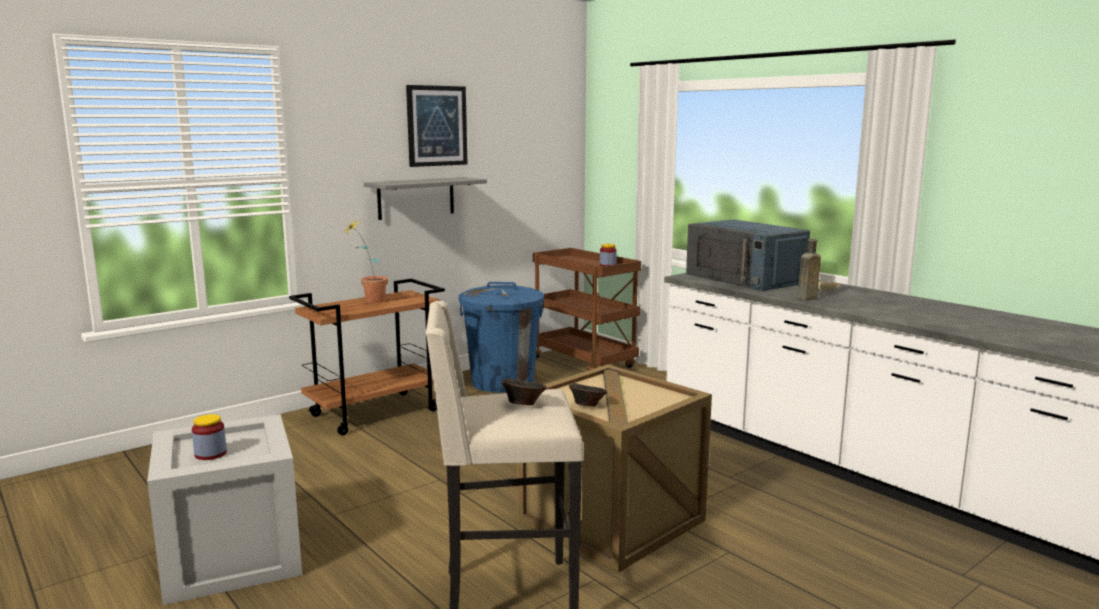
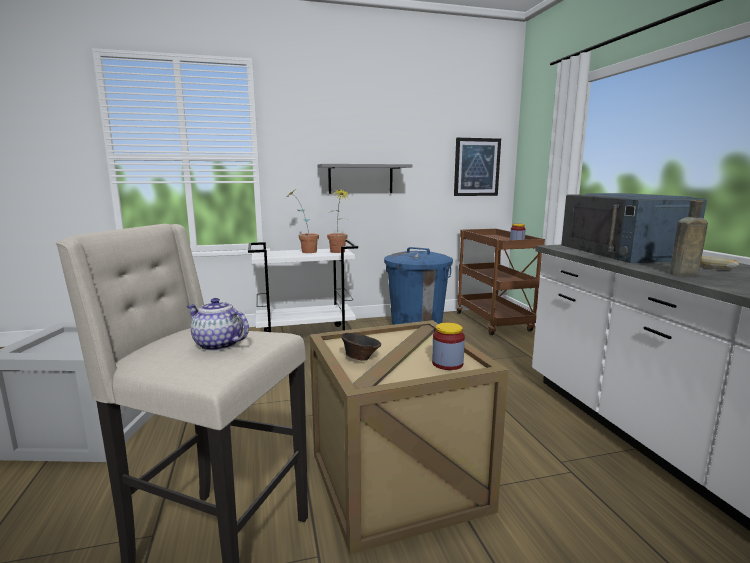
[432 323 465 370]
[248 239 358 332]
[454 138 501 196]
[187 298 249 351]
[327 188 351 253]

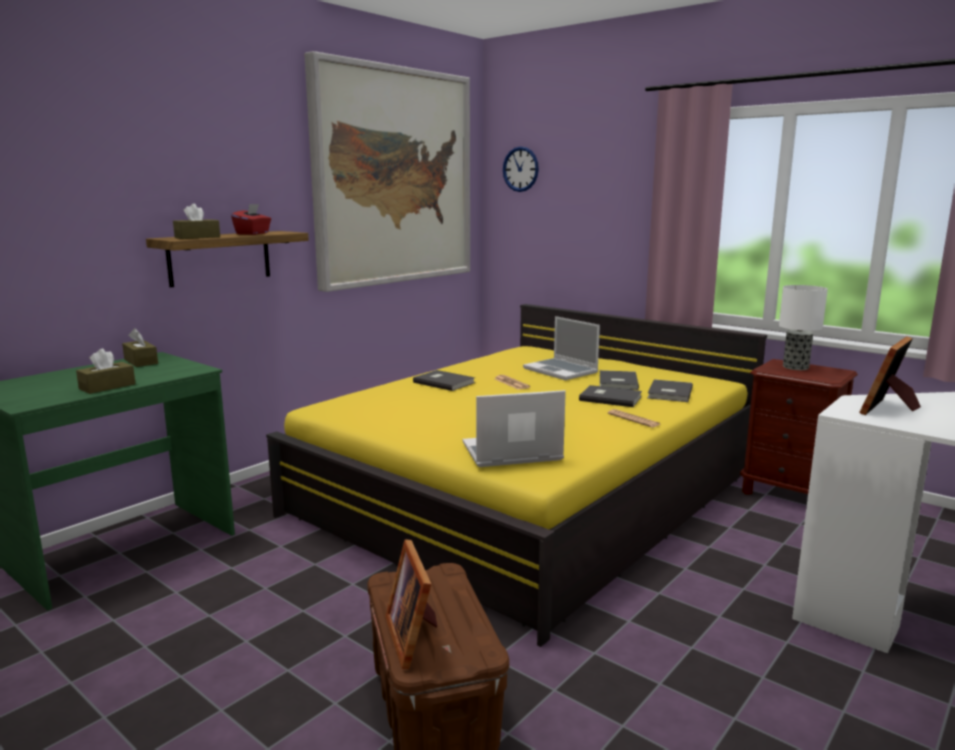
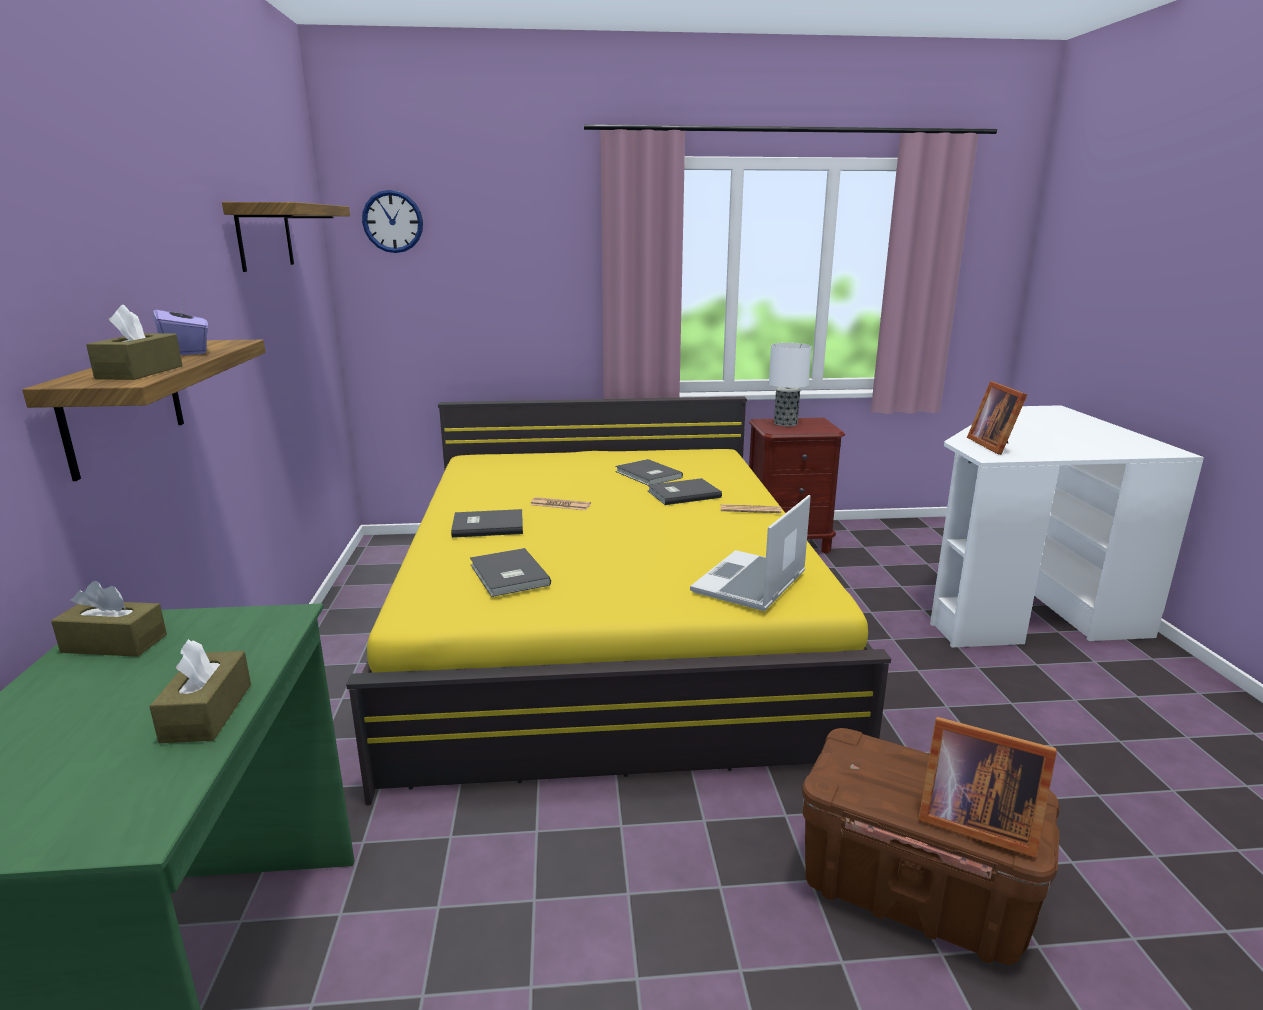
[153 296 208 355]
[222 202 350 272]
[523 316 600 380] (first image)
[470 548 551 597]

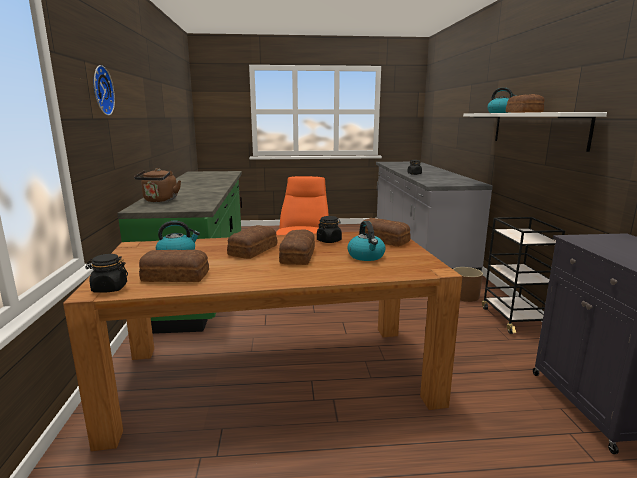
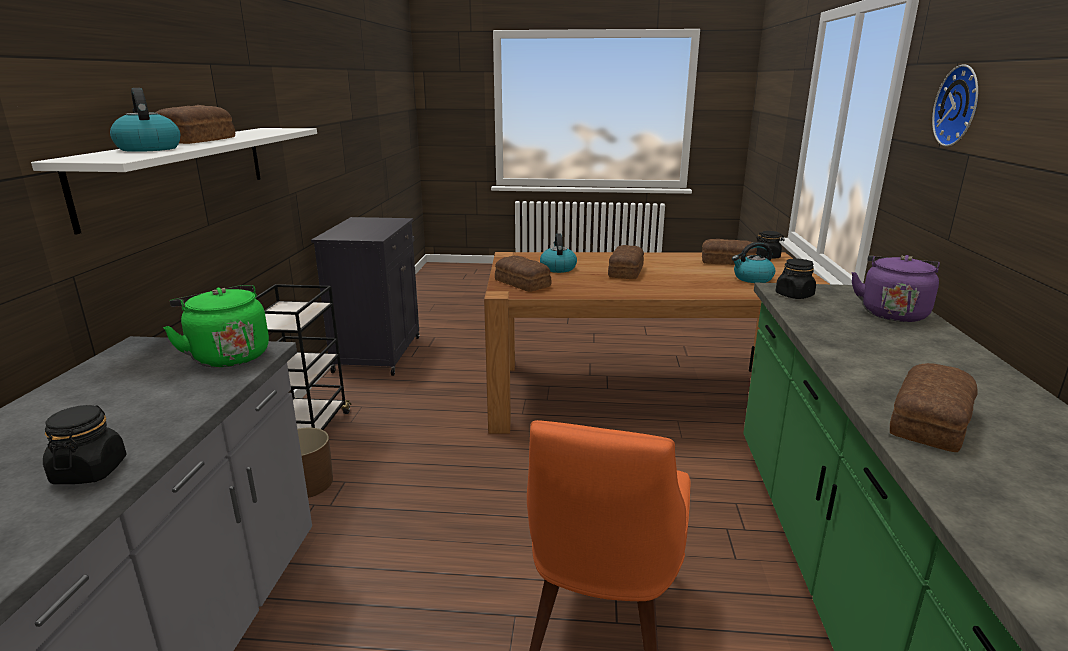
[851 255 939 322]
[890 363 978 452]
[776 259 816 299]
[163 285 269 368]

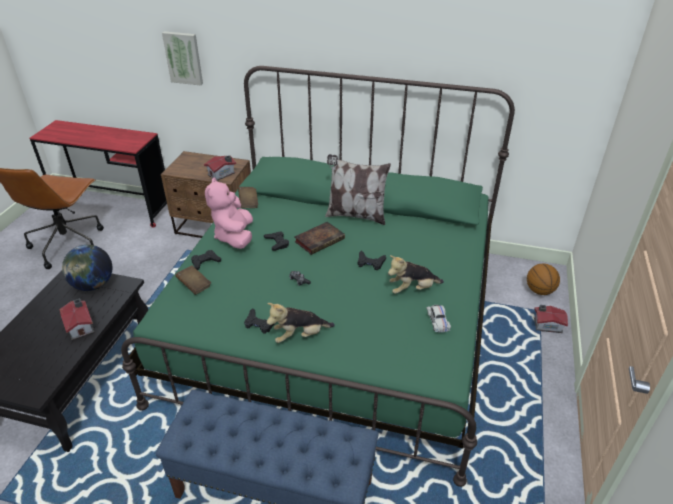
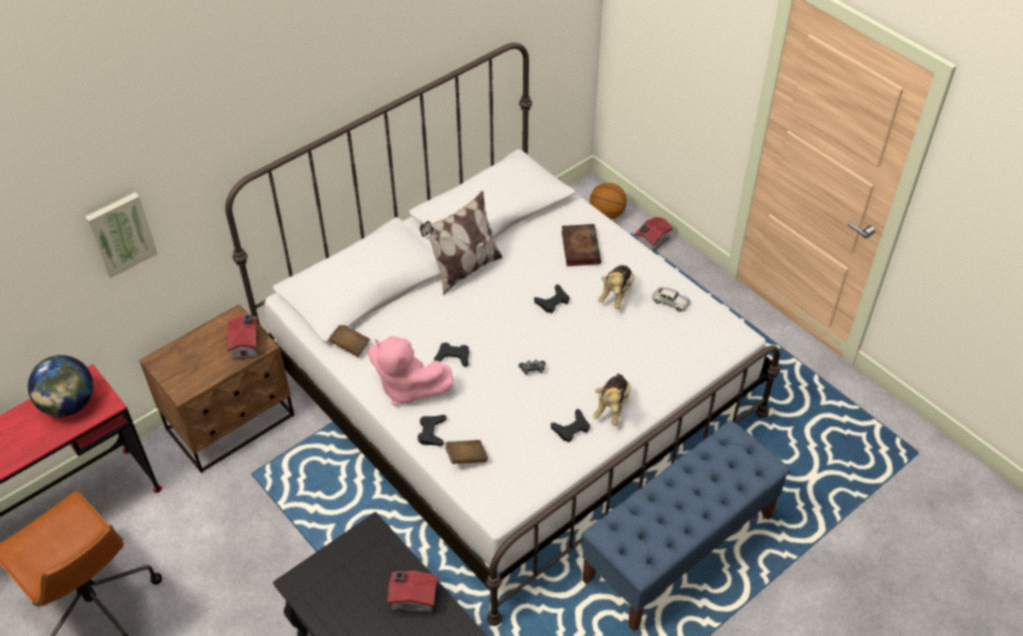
[28 355 93 417]
[225 43 780 626]
[562 224 601 266]

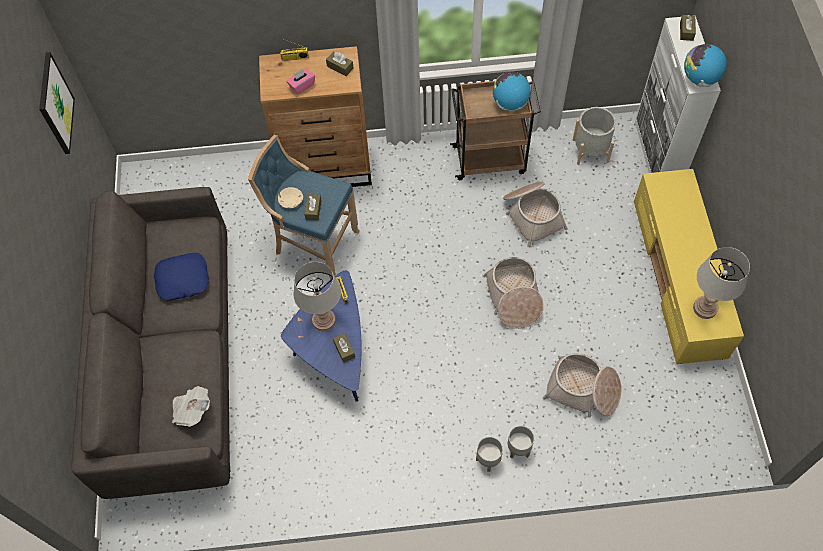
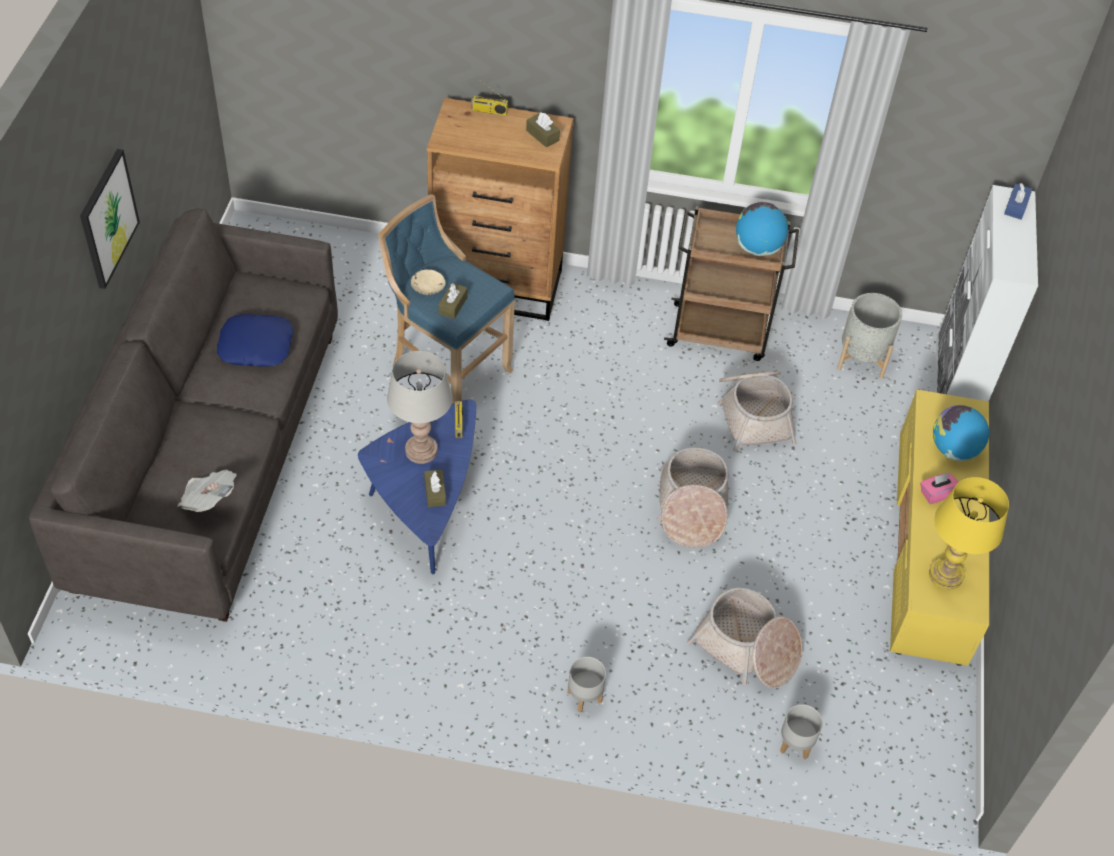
[80 149 140 289]
[920 473 959 504]
[780 704 823 759]
[1004 183 1032 220]
[933 405 989 461]
[929 477 1009 590]

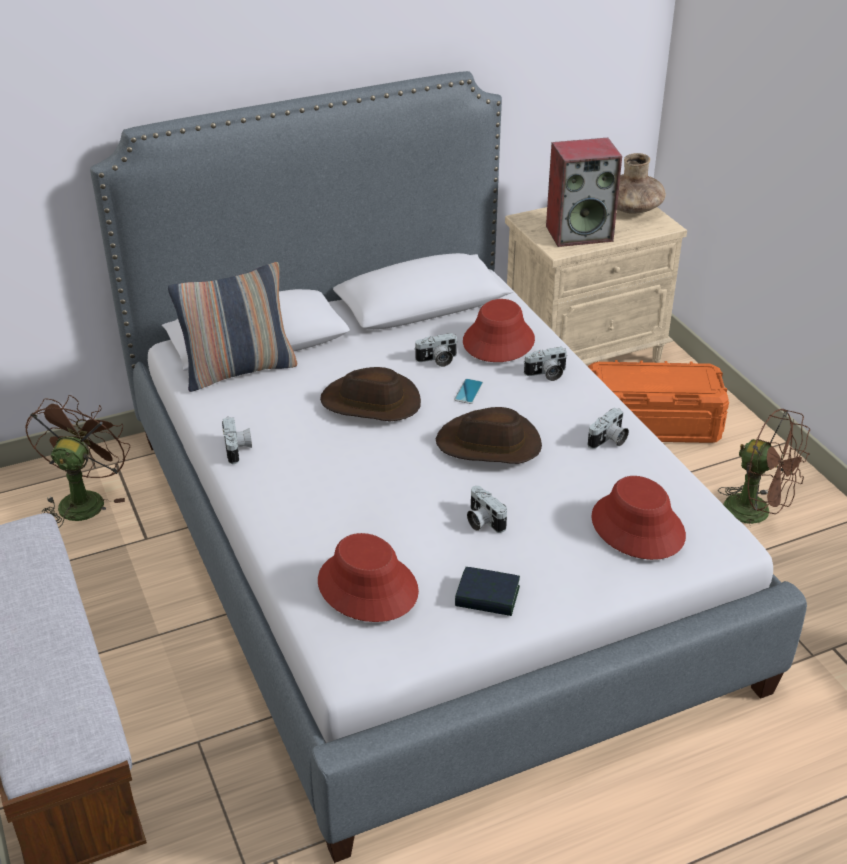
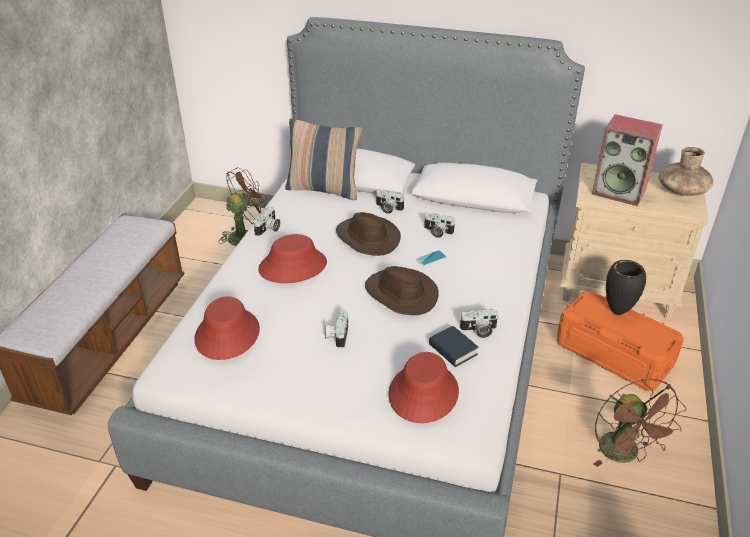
[429 326 479 367]
[258 234 327 283]
[376 190 405 214]
[606 260 646 315]

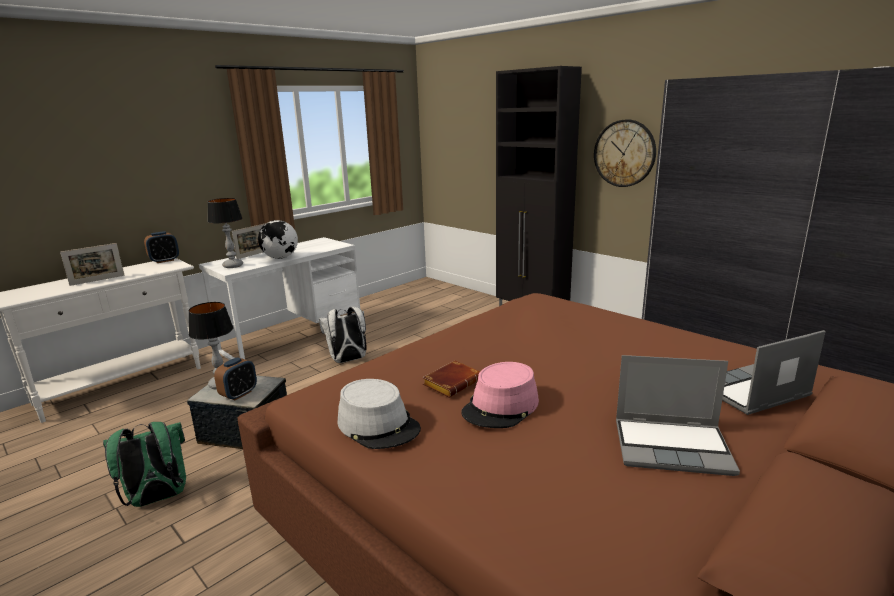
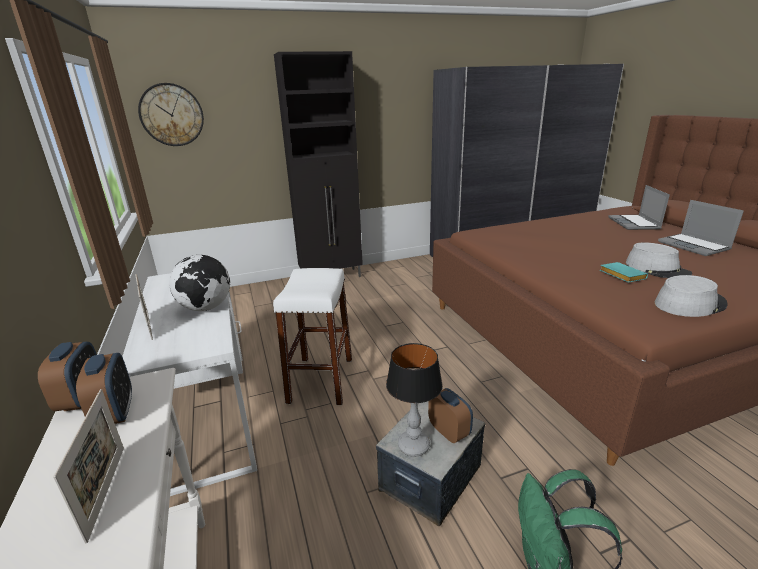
[207 198 243 268] (first image)
[273 268 352 405]
[600 262 648 283]
[626 243 692 278]
[138 83 204 146]
[658 200 744 256]
[76 353 132 424]

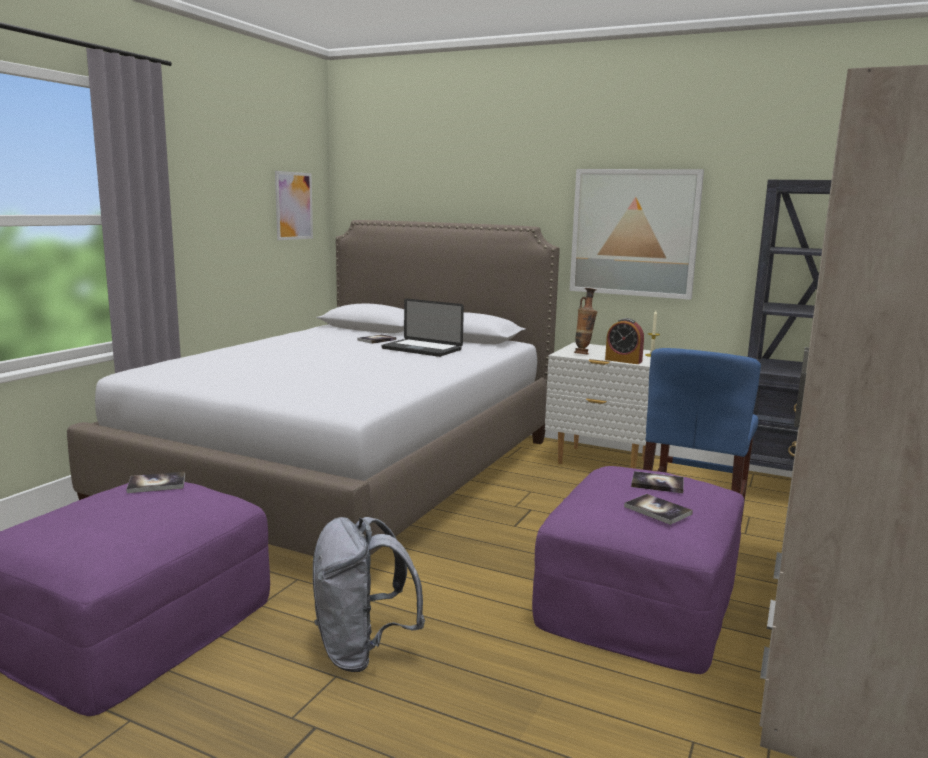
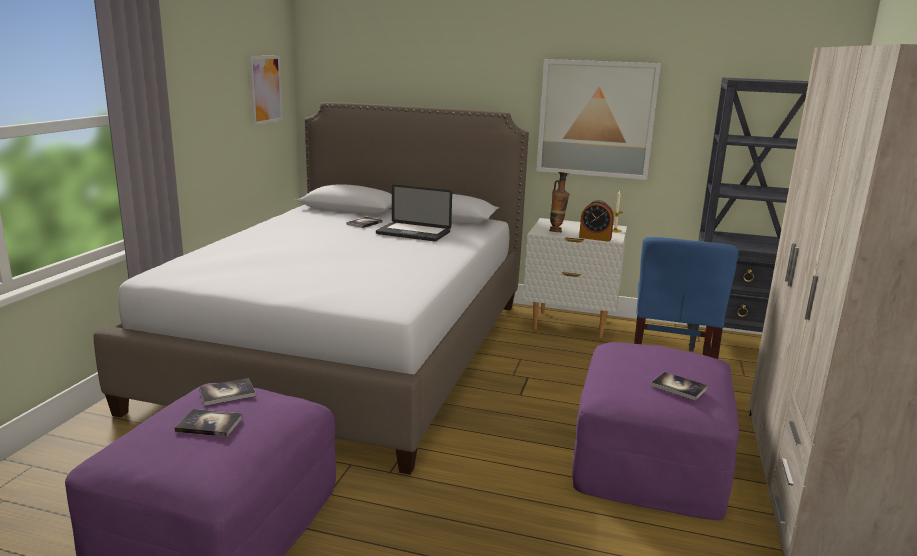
[313 517 425 672] (first image)
[174 409 243 437]

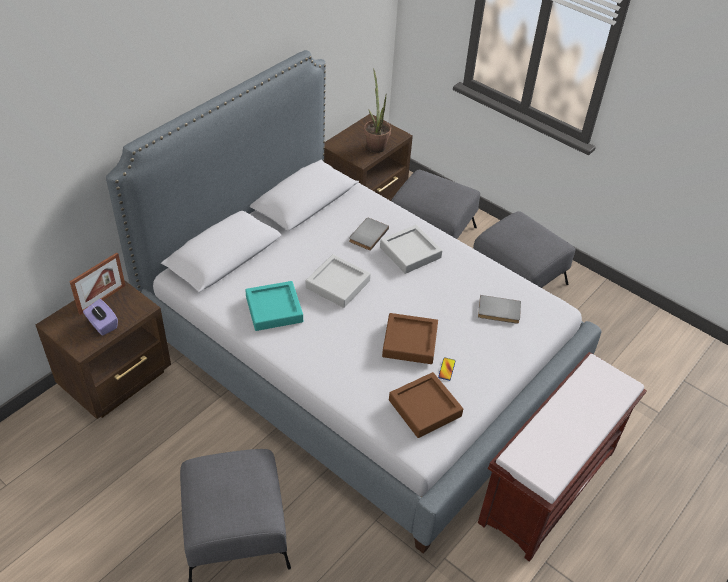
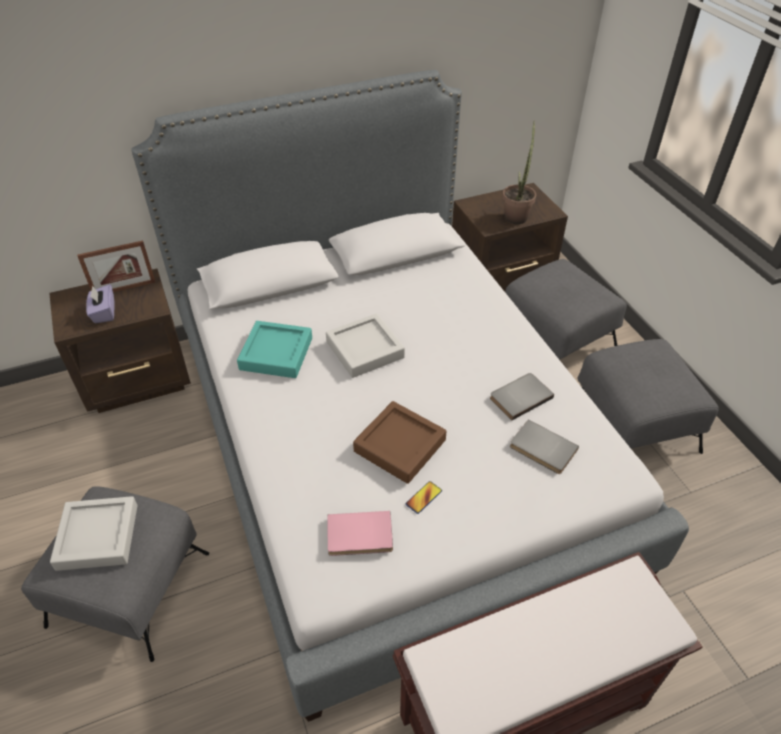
[490 373 554 420]
[50 496 137 571]
[327 511 393 556]

